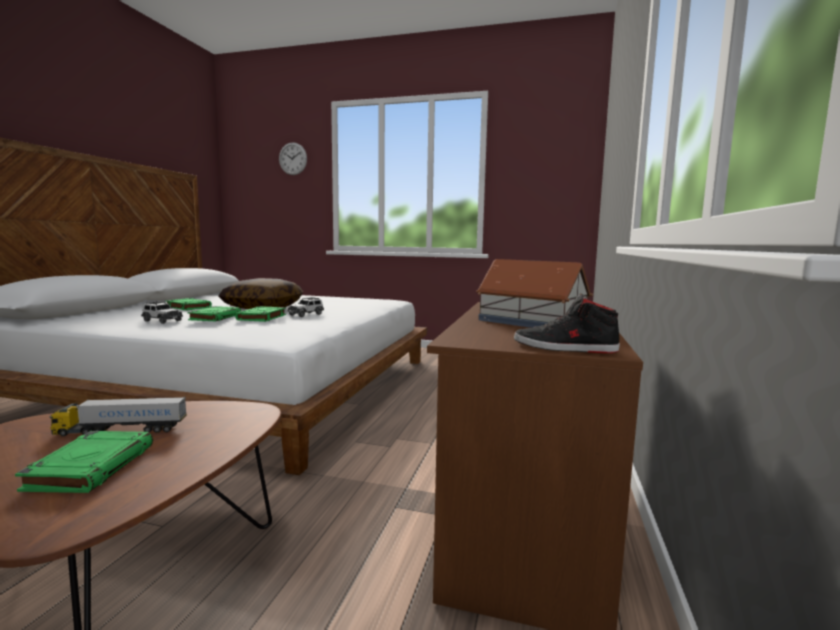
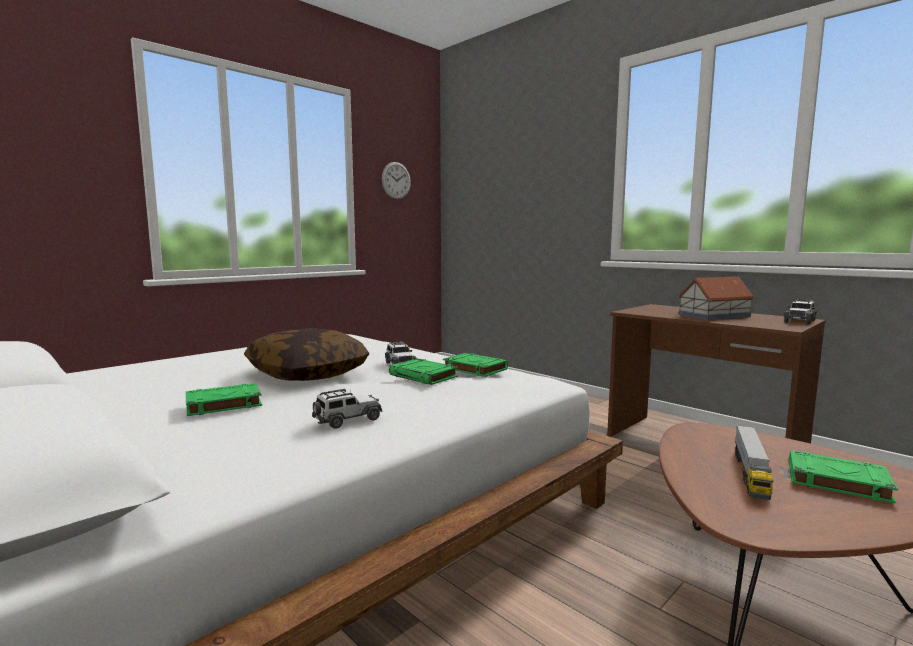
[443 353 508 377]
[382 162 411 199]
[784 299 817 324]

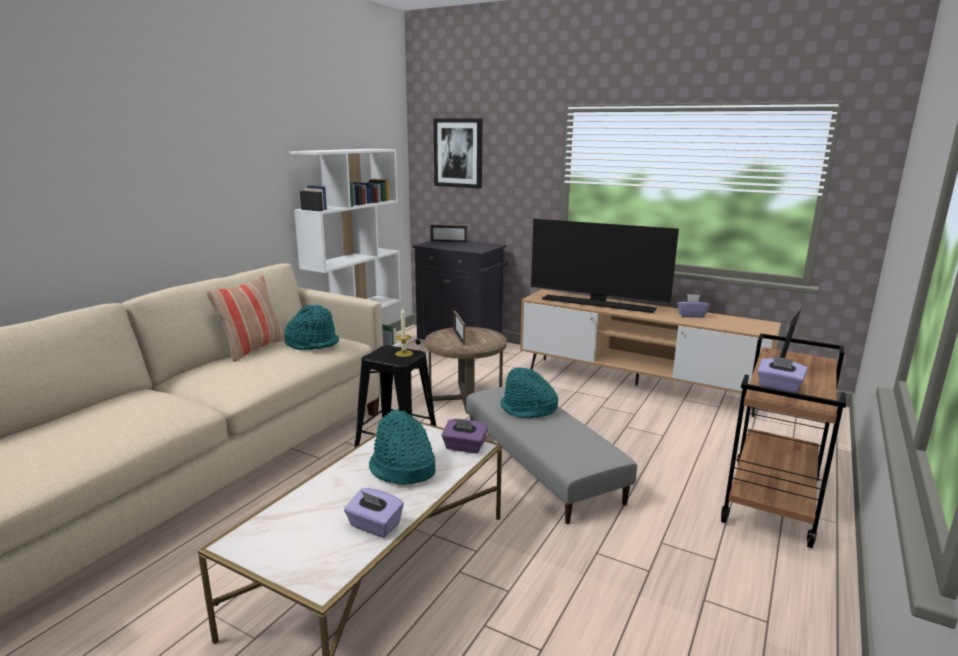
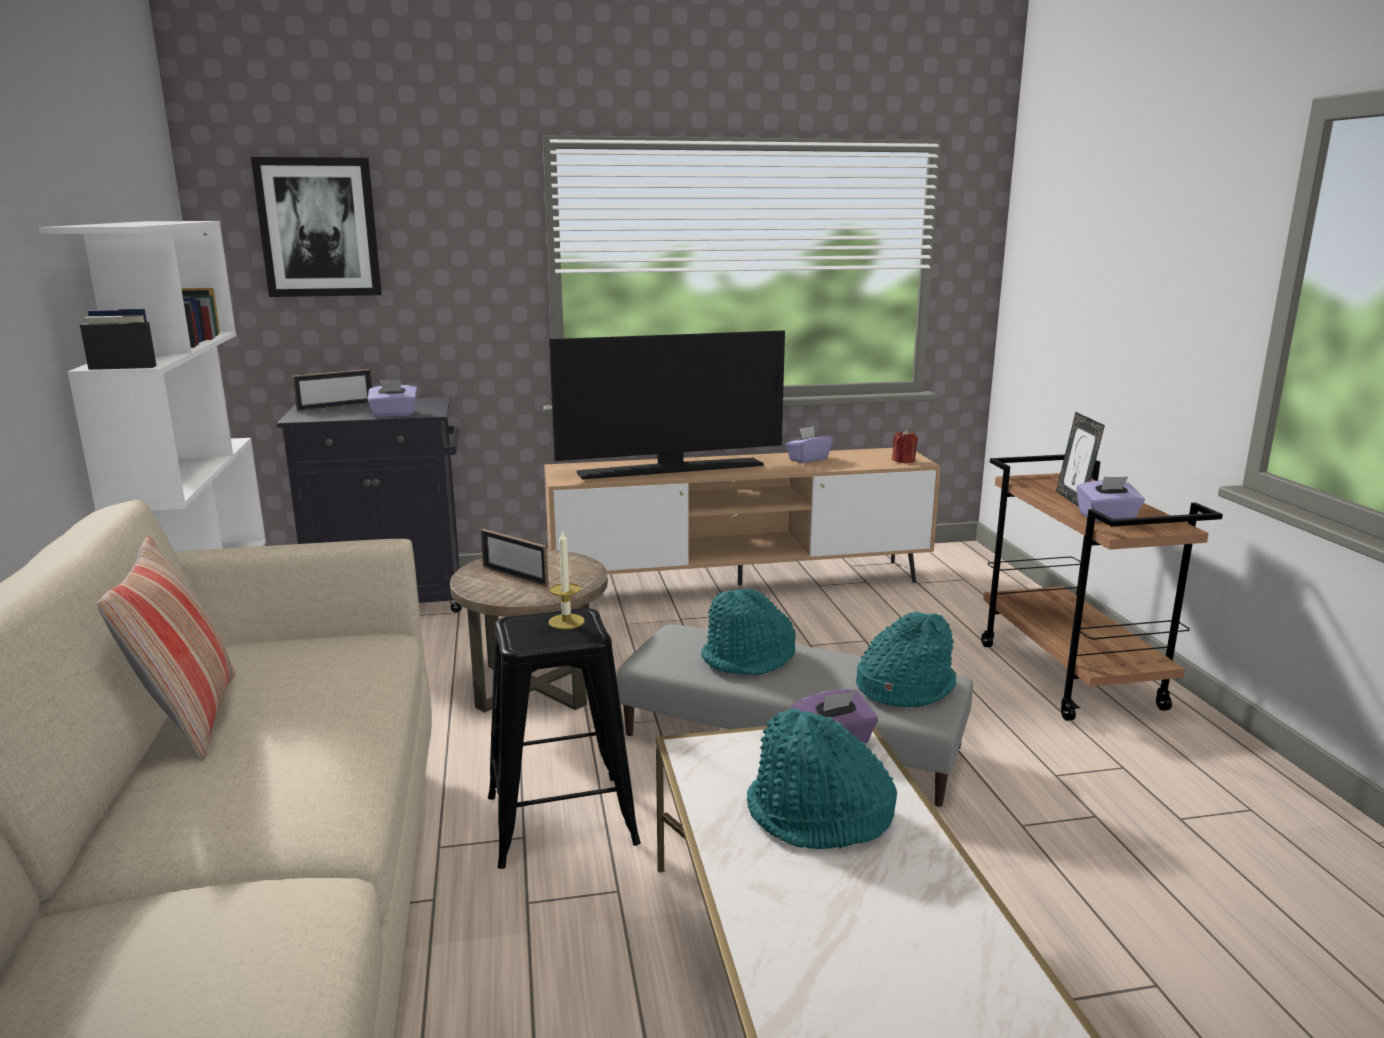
[856 611 956 707]
[367 379 417 417]
[892 429 918 463]

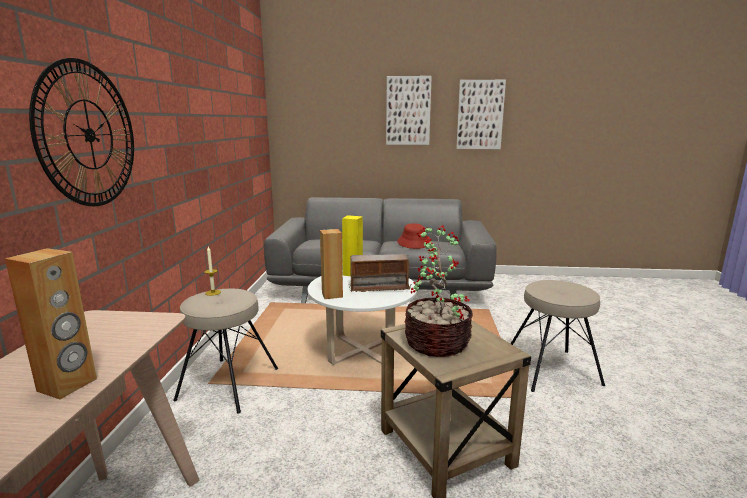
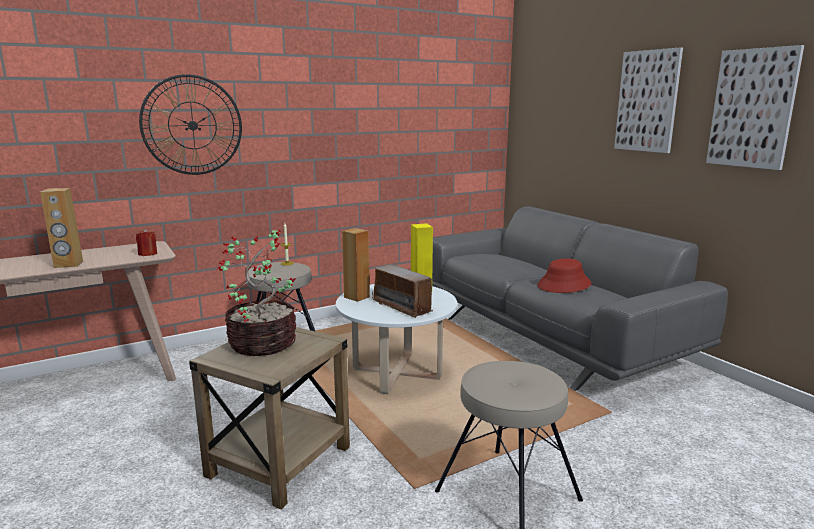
[136 228 157 256]

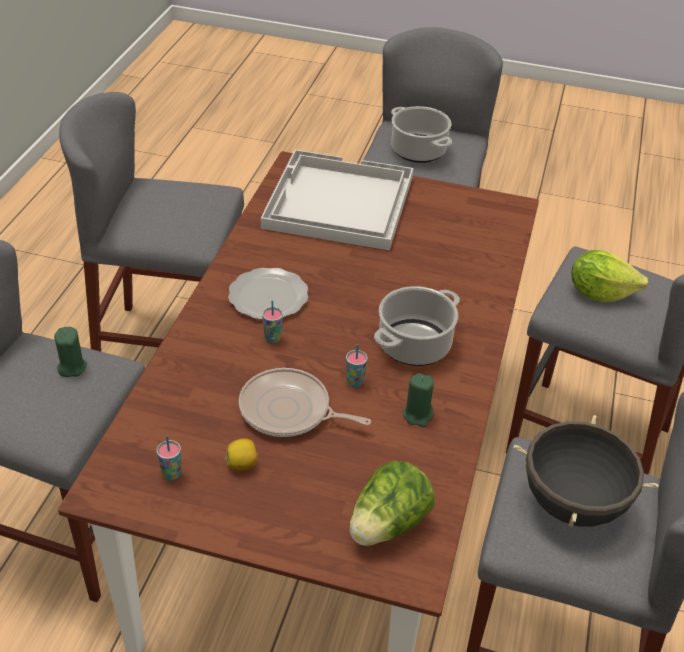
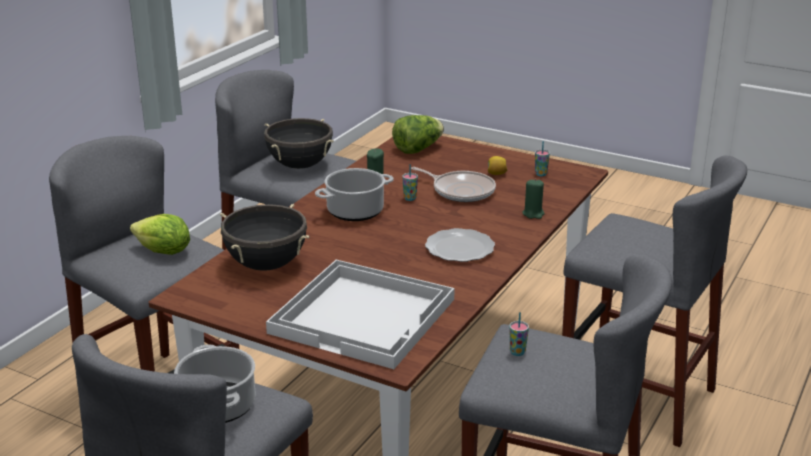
[522 179 545 219]
[509 312 529 356]
[220 204 310 271]

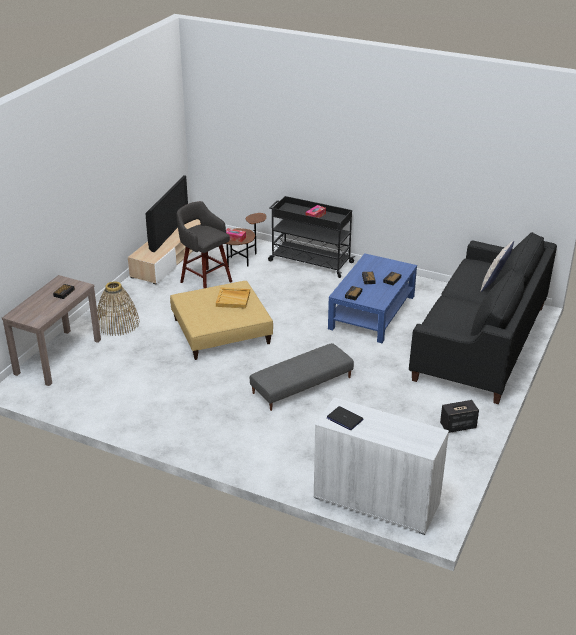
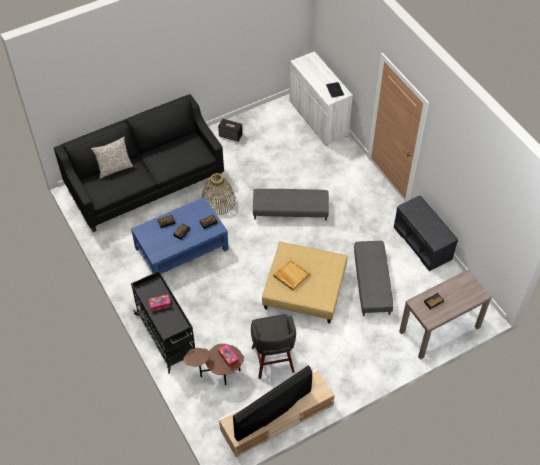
[201 173 236 215]
[354 241 393 316]
[394 195 458 271]

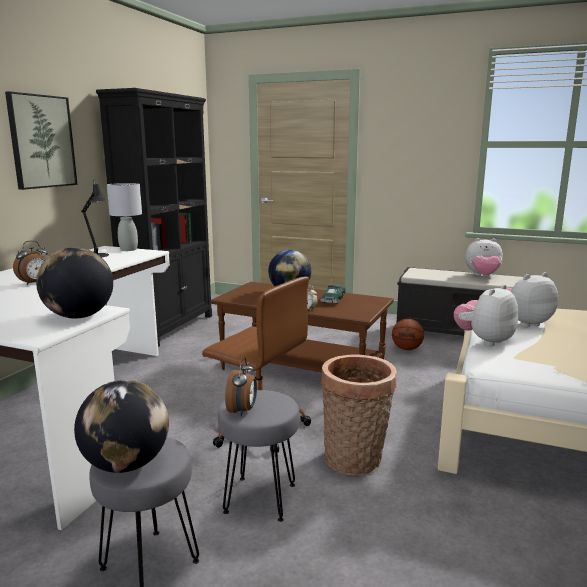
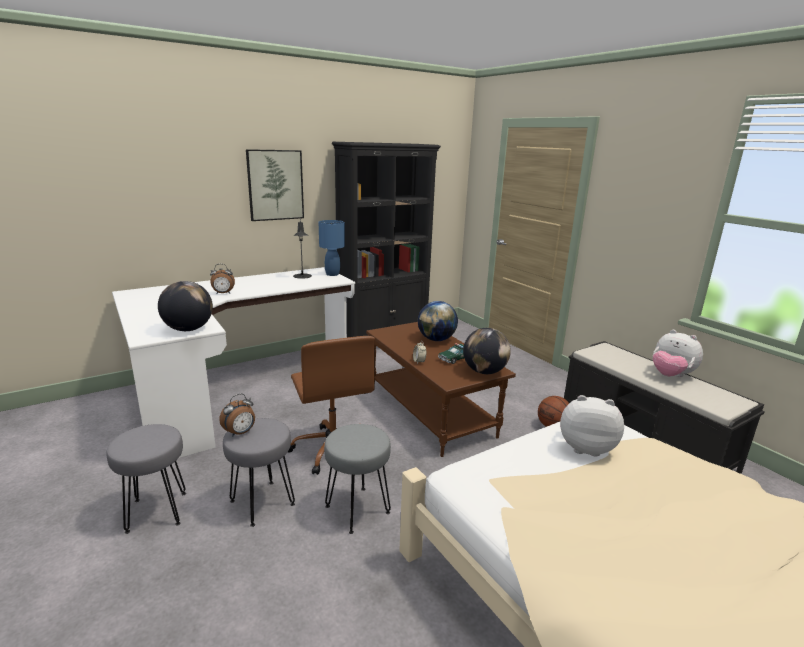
[463 328 511 374]
[319 220 345 276]
[324 424 391 534]
[454 284 518 346] (first image)

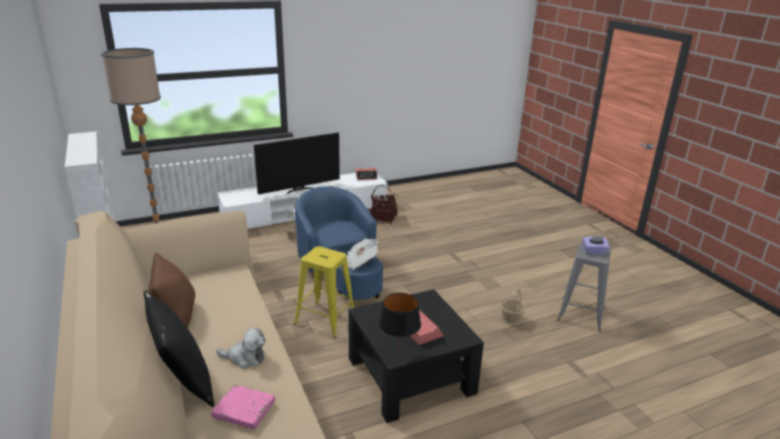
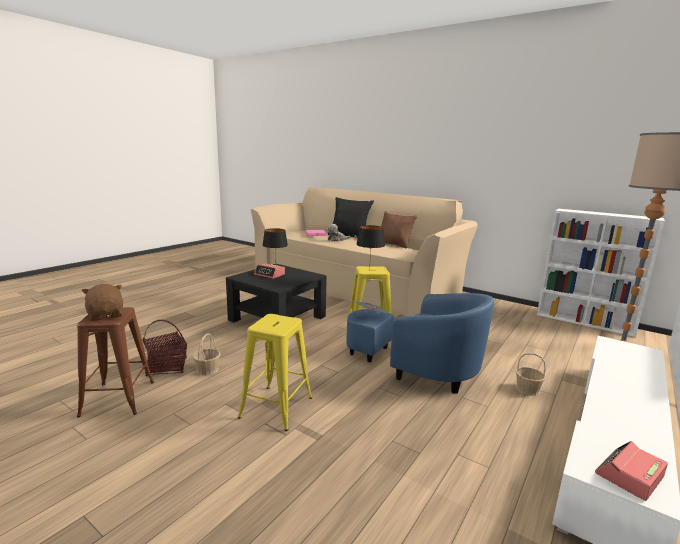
[254 133 340 195] (first image)
[142 320 187 376]
[77 307 154 417]
[82 284 123 321]
[238 314 312 431]
[356 225 385 270]

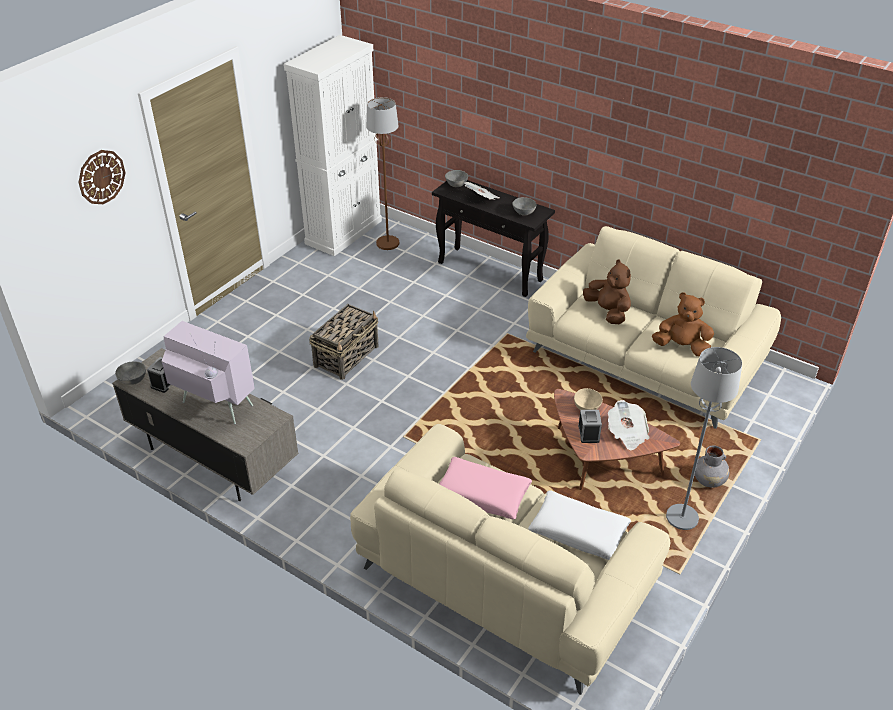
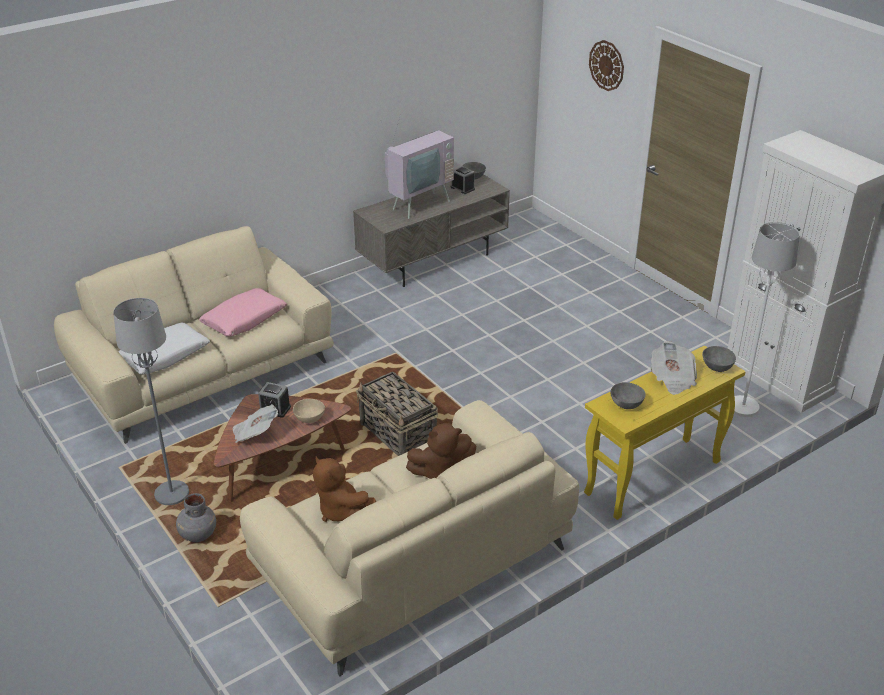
[356 372 438 456]
[734 222 800 417]
[584 346 746 520]
[313 456 376 522]

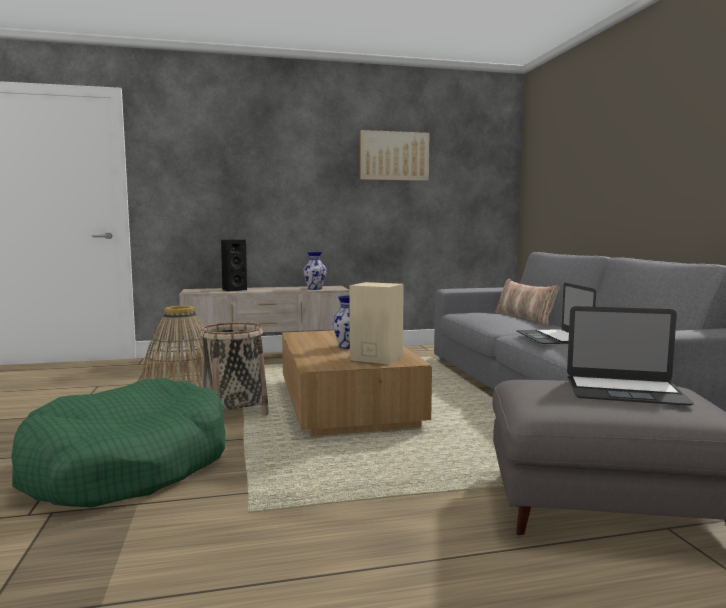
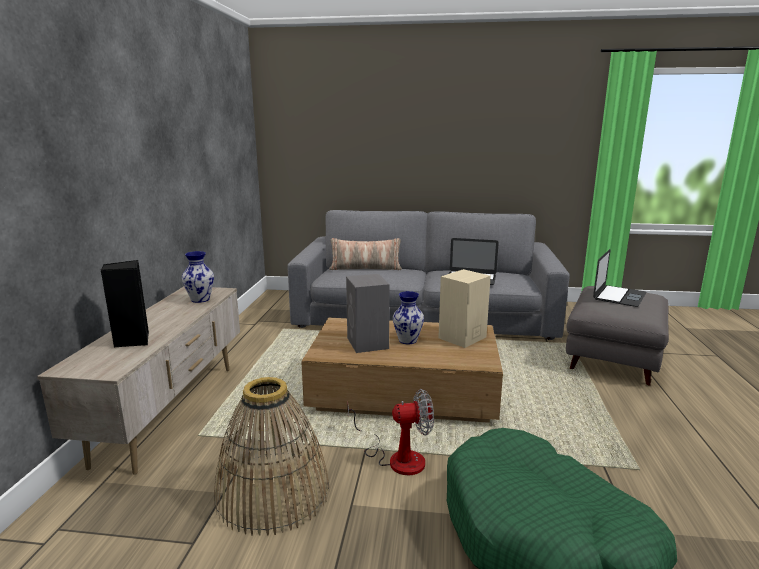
[347 389 434 475]
[360 130 429 181] (first image)
[346 274 390 353]

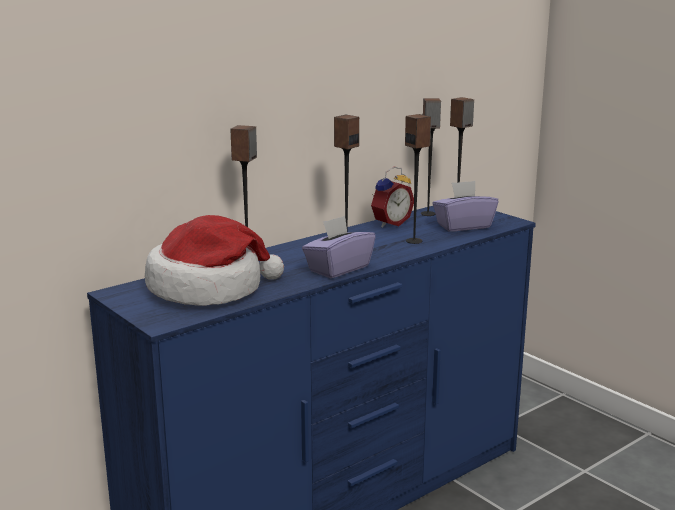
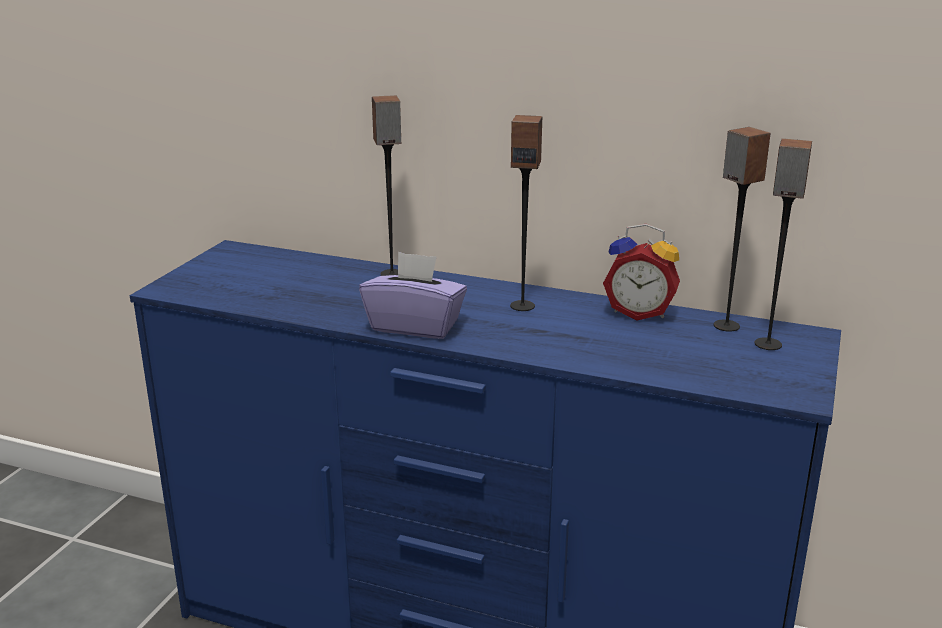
[145 215 284 306] (first image)
[405 114 431 244] (first image)
[432 181 498 232] (first image)

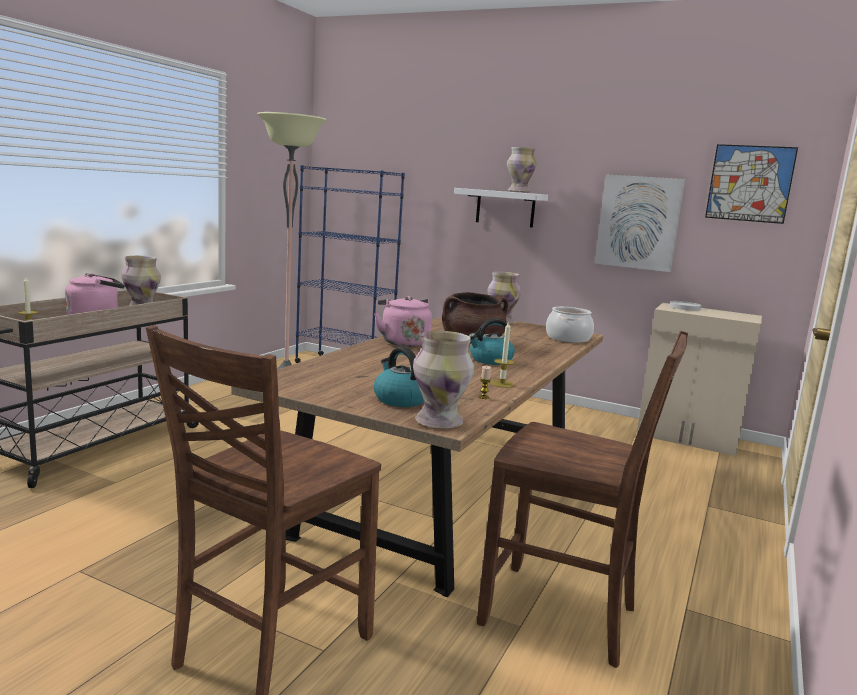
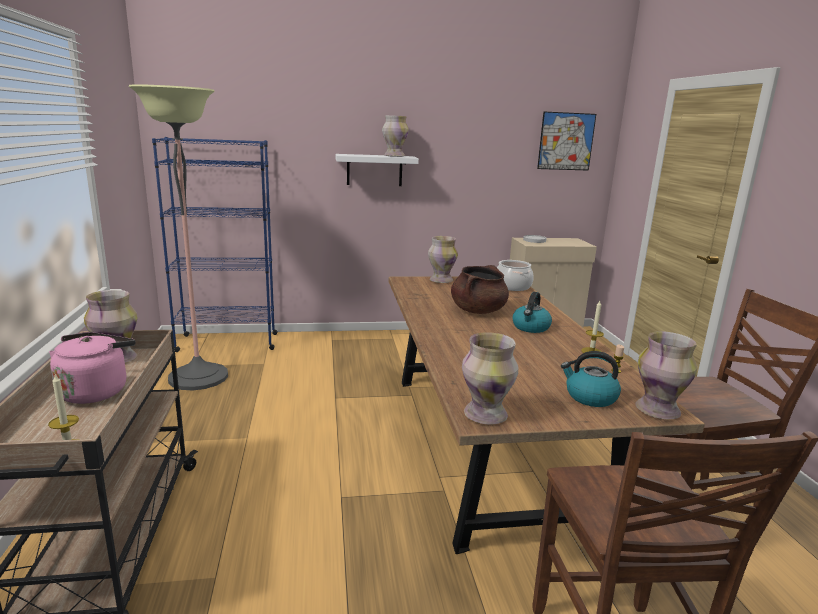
[374 296 432 347] (first image)
[595 174 685 272] (first image)
[462 332 518 425]

